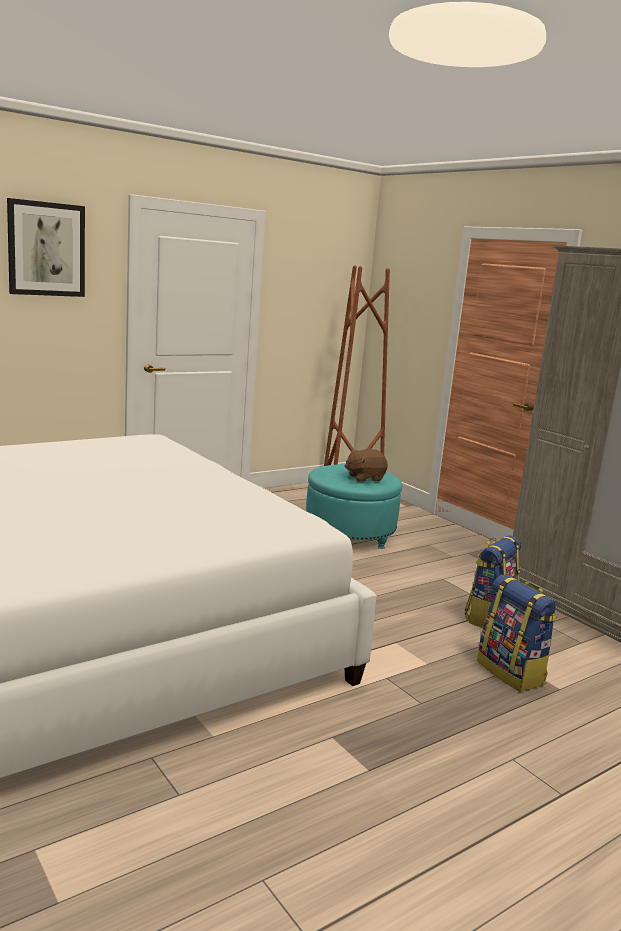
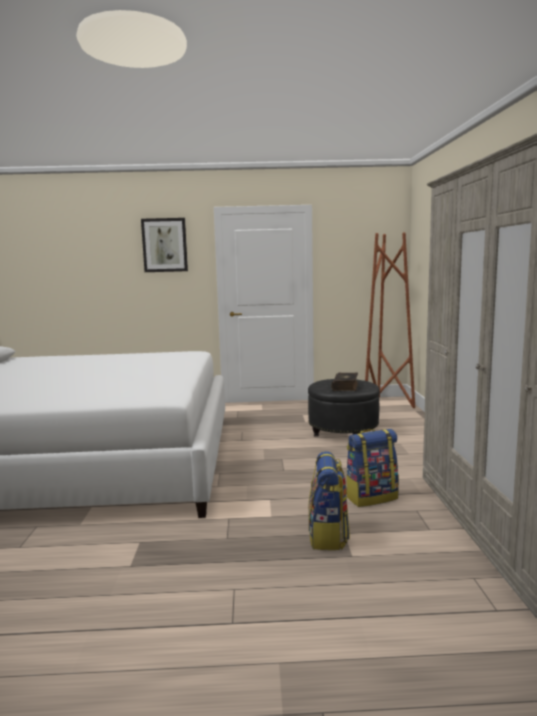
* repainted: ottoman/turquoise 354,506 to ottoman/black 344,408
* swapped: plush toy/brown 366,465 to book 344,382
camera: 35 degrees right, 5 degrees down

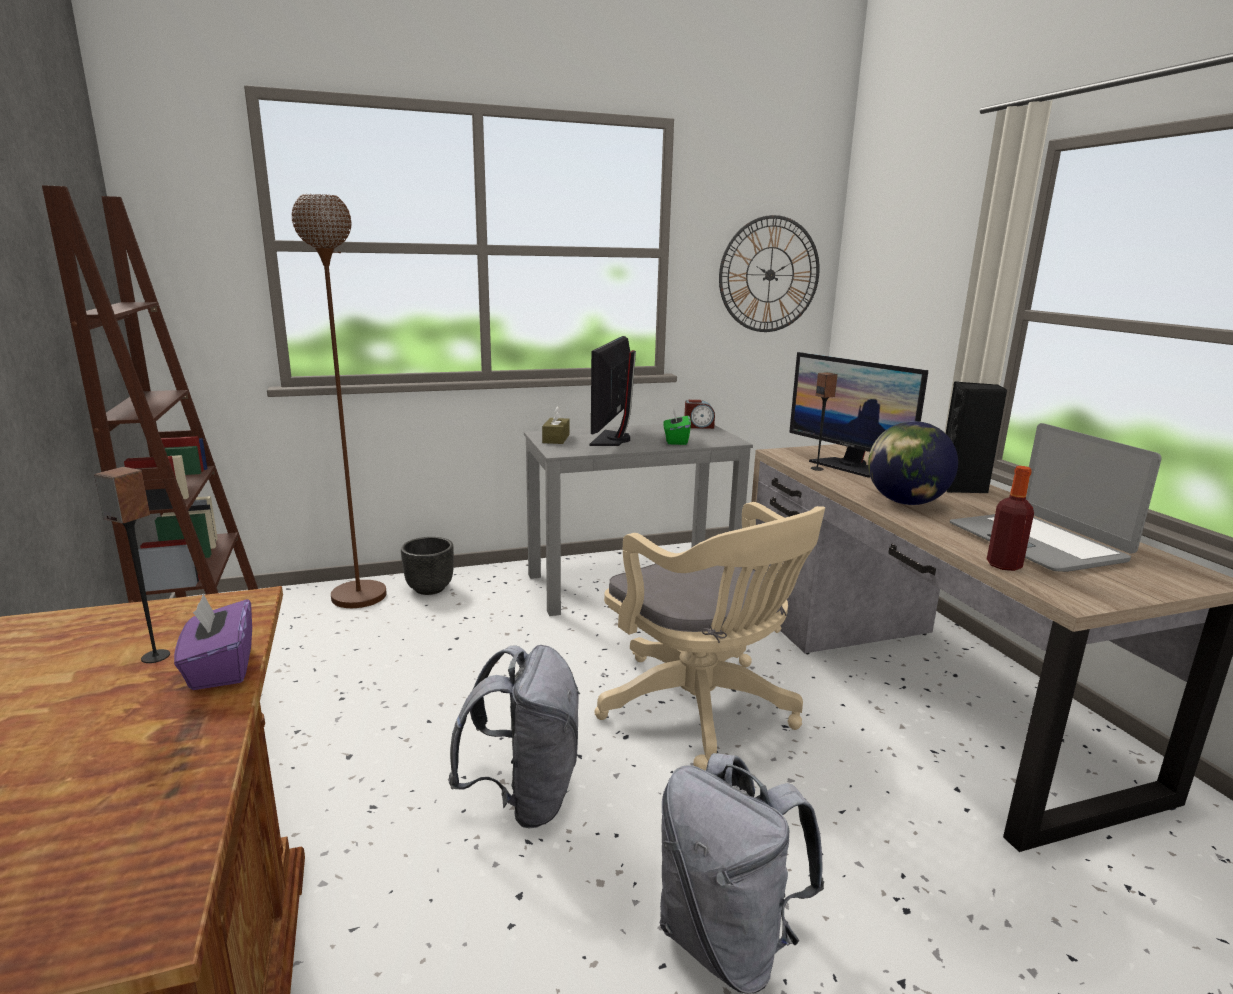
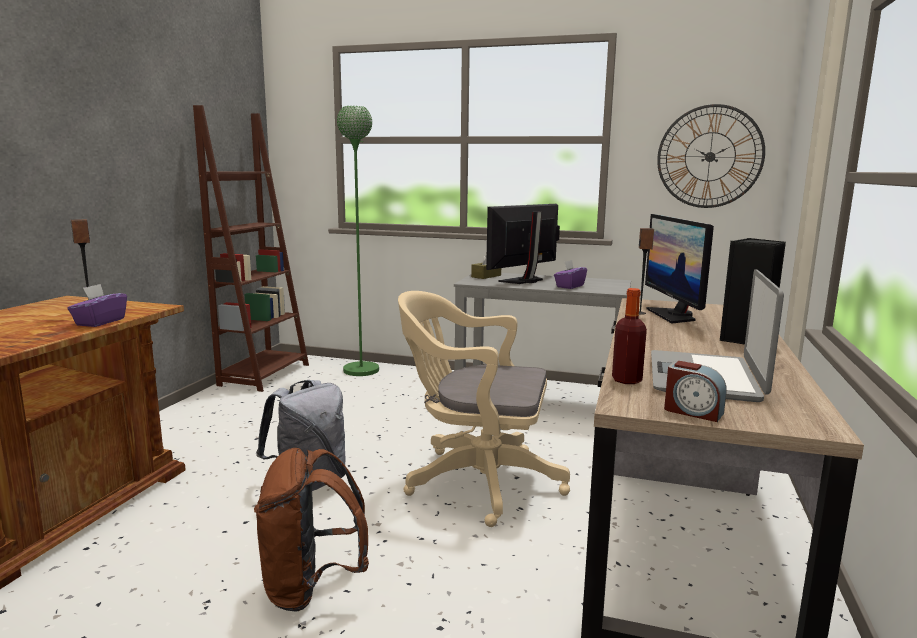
* repainted: floor lamp/brown 339,401 to floor lamp/green 358,241
* gone: planter/black 427,566
* rotated: office chair/beige 709,636 = 484,409 105 degrees clockwise
* repainted: backpack/grey 742,873 to backpack/brown 311,530
* repainted: tissue box/green 677,427 to tissue box/purple 570,274
* shifted: alarm clock 699,414 to 695,391
* gone: globe 913,463
camera: 35 degrees right, 5 degrees down

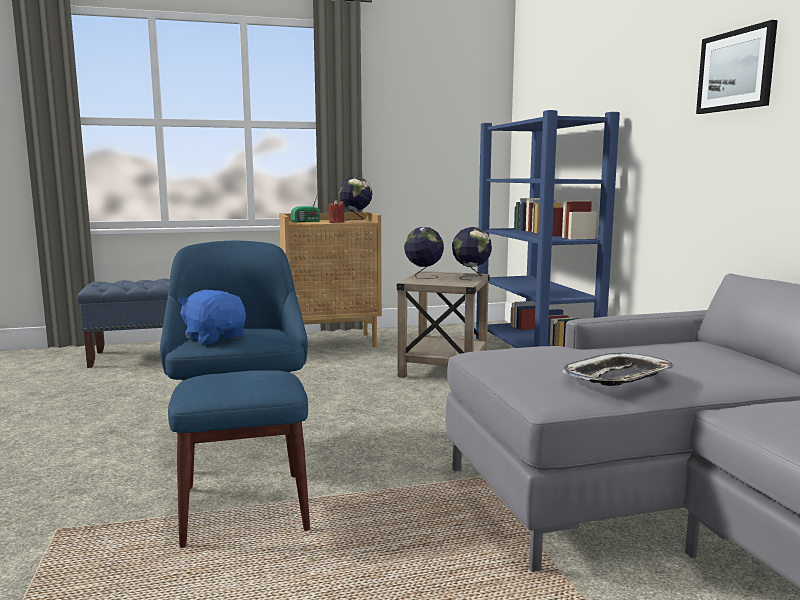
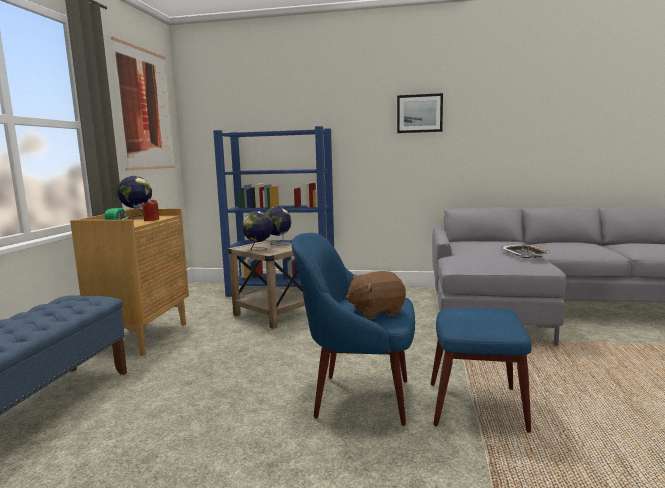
* repainted: plush toy/blue 211,317 to plush toy/brown 375,295
* new: picture 143,104
camera: 65 degrees left, 0 degrees up

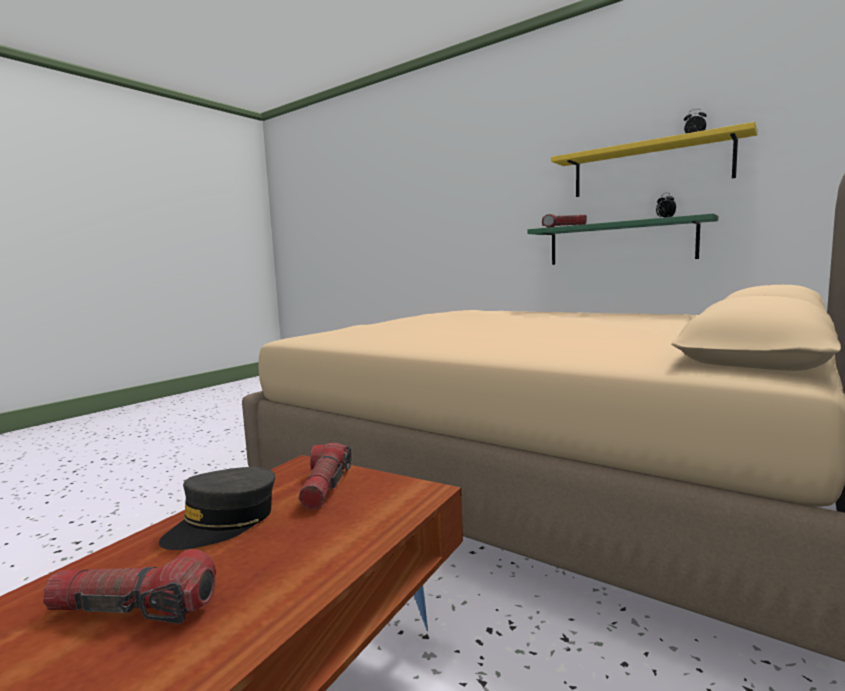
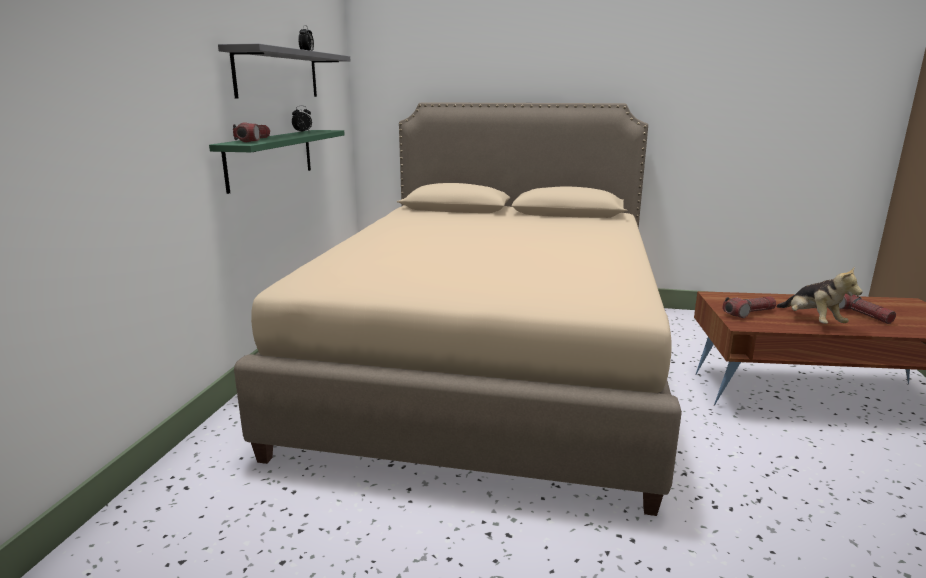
* swapped: cap/grey 217,508 to plush toy 819,295
* repainted: shelf/yellow 654,159 to shelf/grey 284,71
camera: 115 degrees left, 10 degrees up

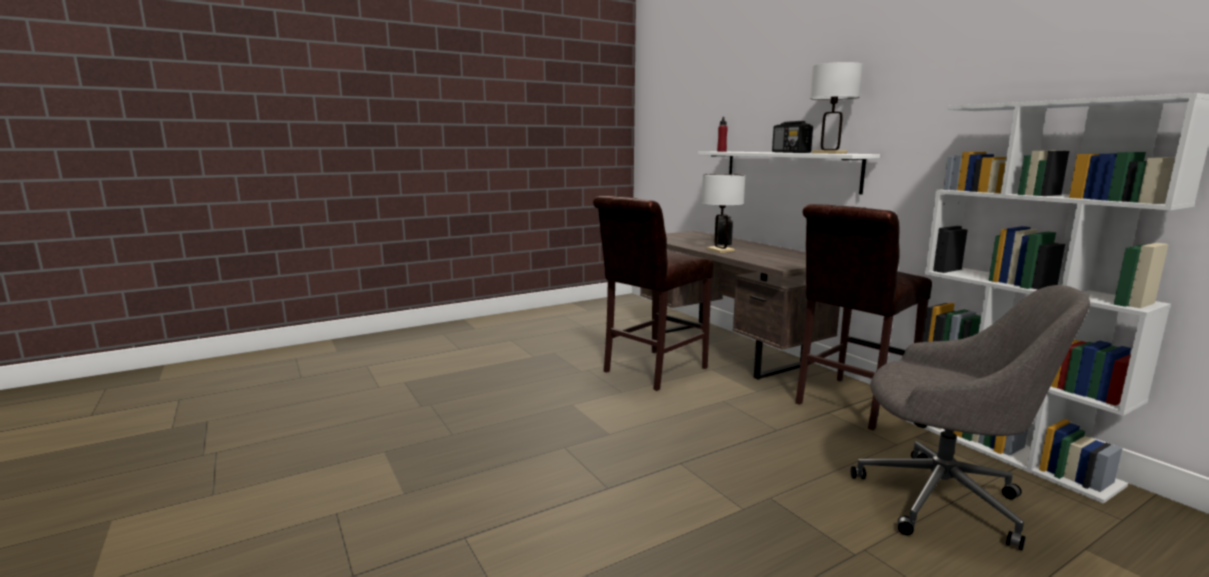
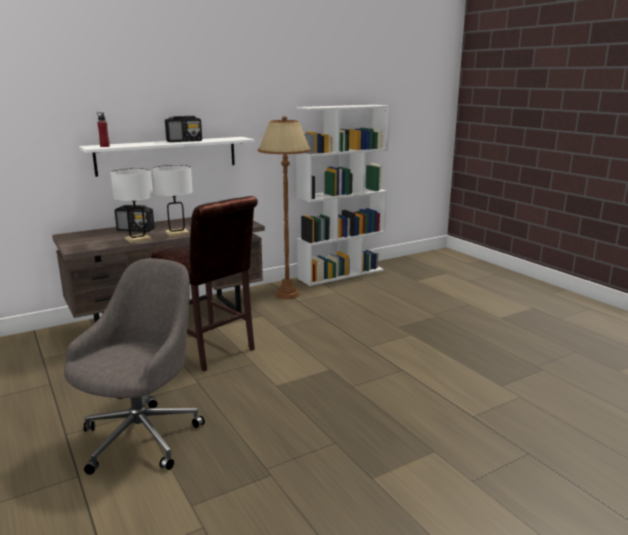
* swapped: stool/brown 863,317 to floor lamp/brown 284,207
* shifted: table lamp/white 836,108 to 131,205
* shifted: office chair/grey 970,418 to 134,366
camera: 90 degrees left, 5 degrees up

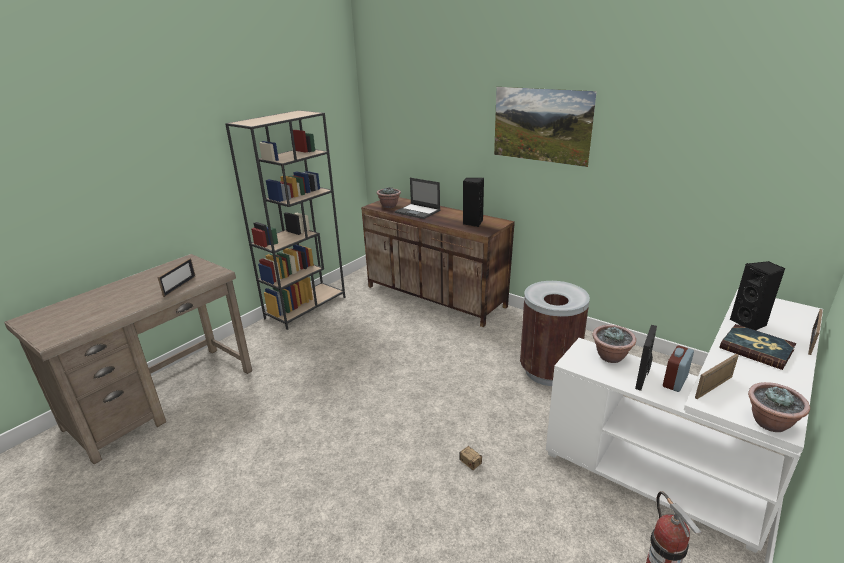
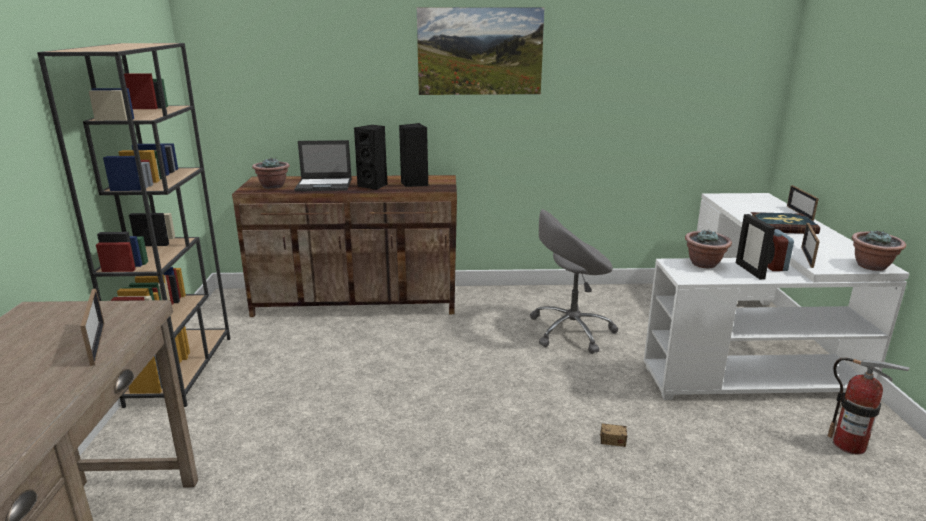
* swapped: trash can/brown 555,333 to office chair/grey 574,281
* shifted: speaker/black 757,295 to 371,157
camera: 40 degrees left, 5 degrees down

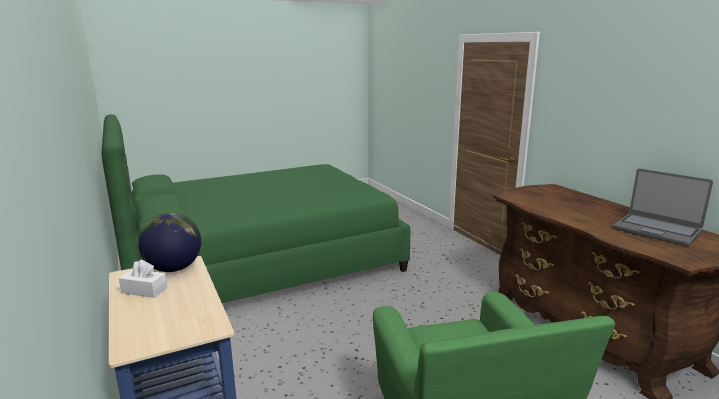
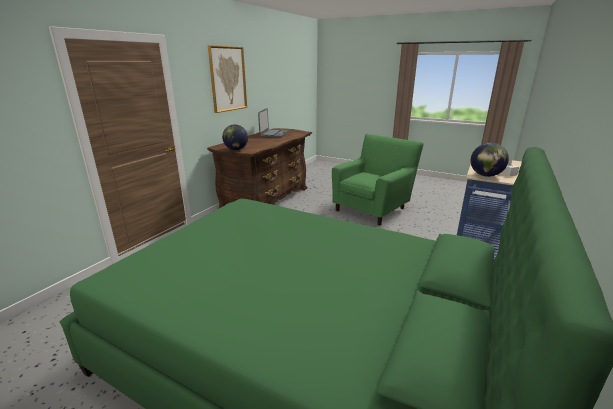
* new: picture 227,79
* new: globe 235,137
camera: 125 degrees left, 5 degrees up

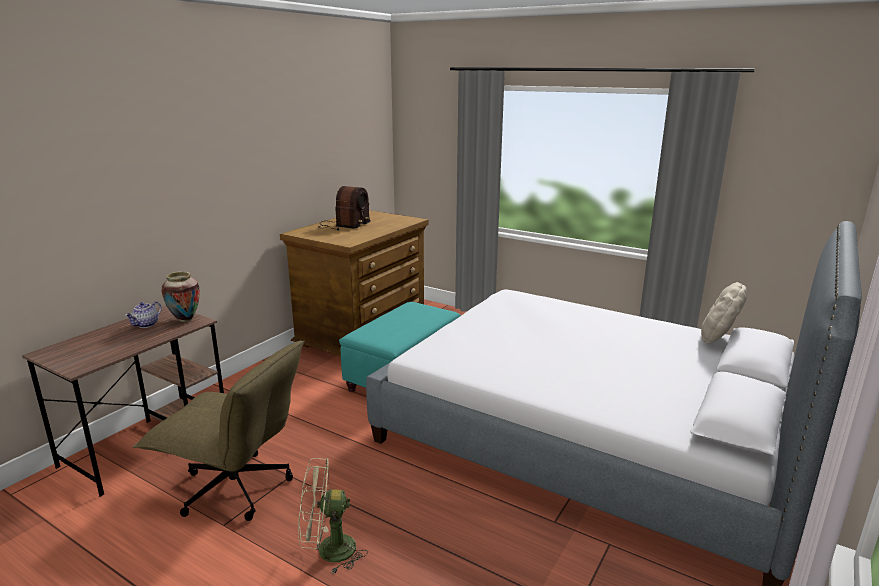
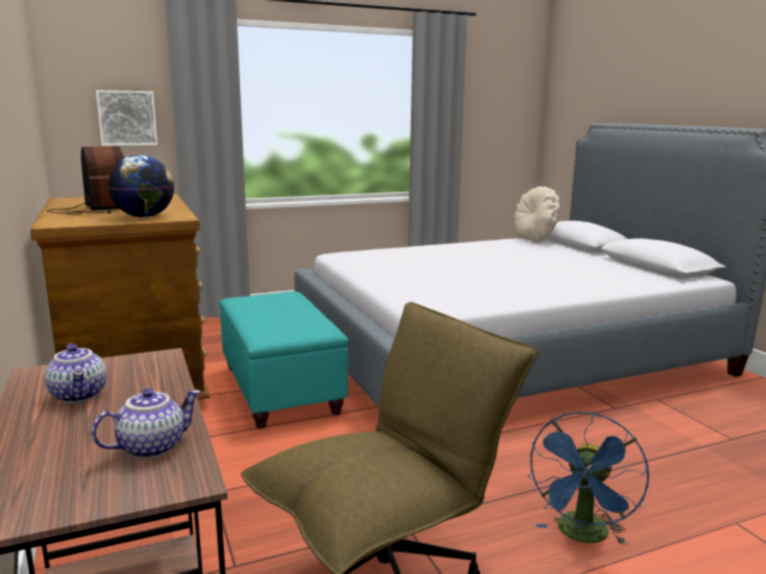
* gone: vase 181,297
* repainted: fan/beige 333,516 to fan/blue 588,478
* new: teapot 146,423
* new: picture 127,118
* new: globe 141,186
camera: 55 degrees left, 5 degrees down

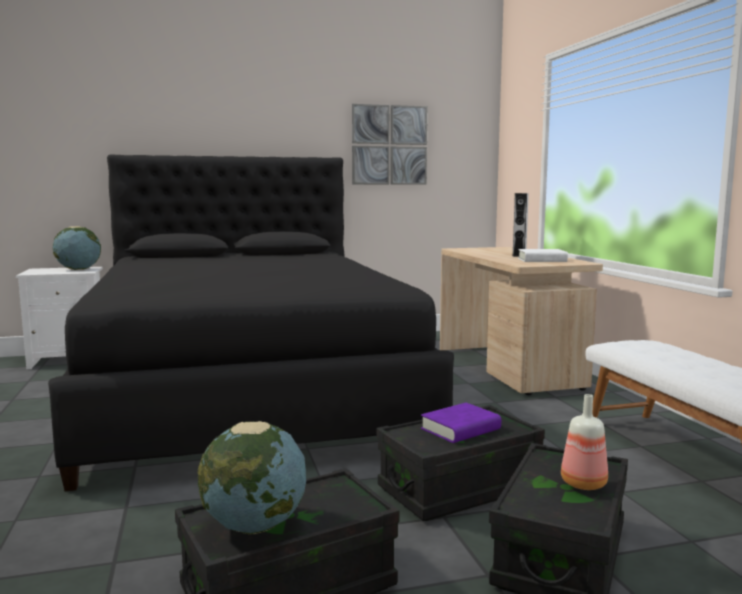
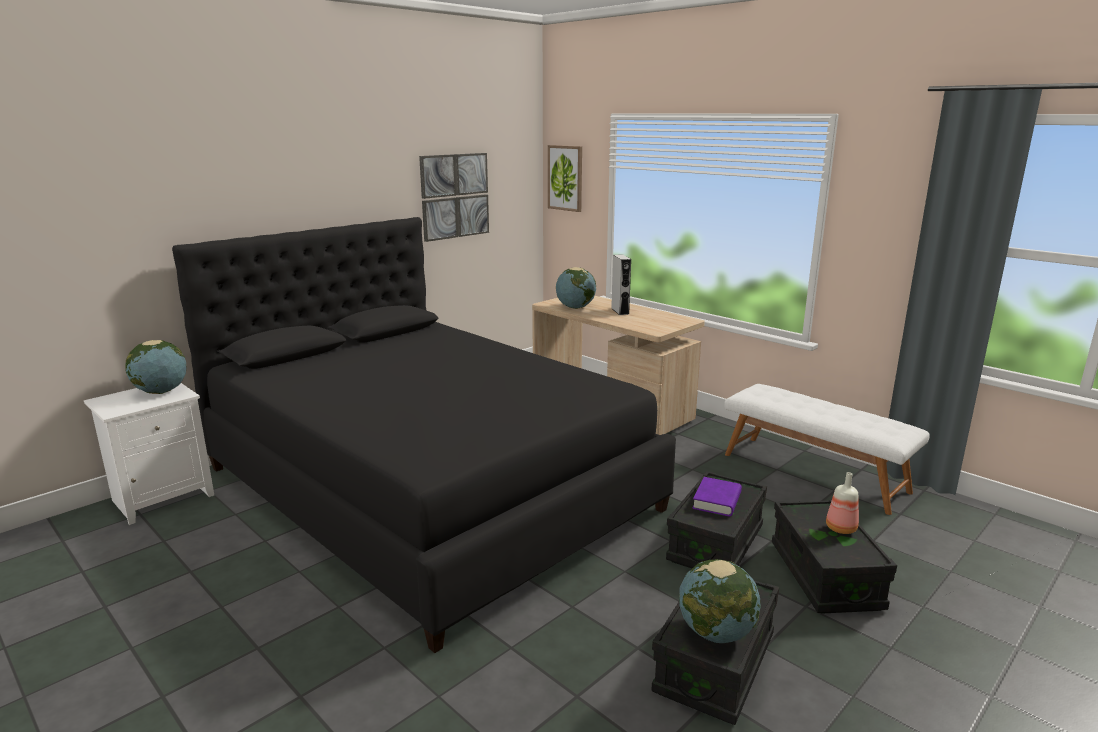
* gone: book/white 543,255
* new: picture 565,178
* new: globe 576,288
camera: 30 degrees left, 10 degrees up

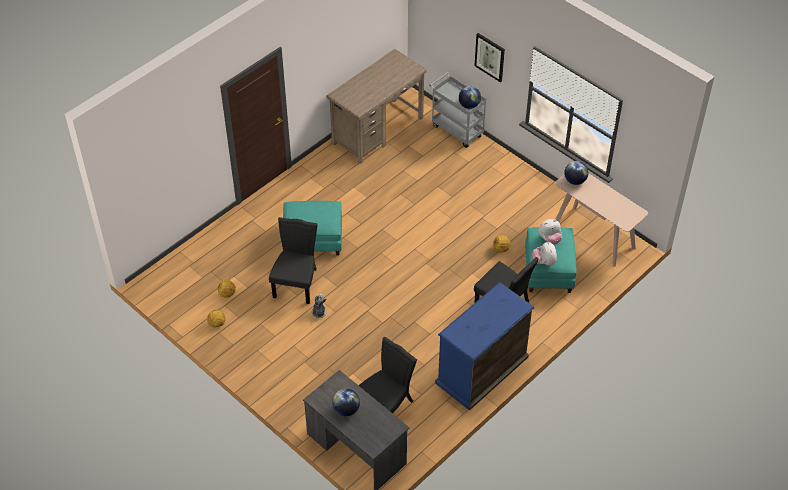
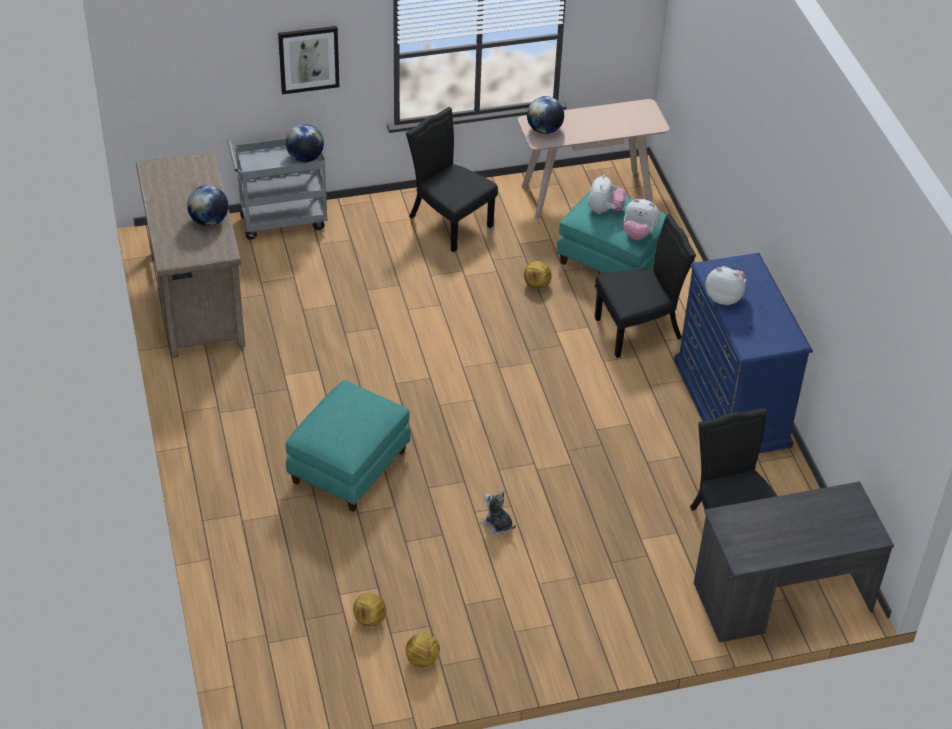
* shifted: chair/black 293,260 to 452,179
* shifted: globe 346,402 to 207,205
* new: plush toy 726,285
camera: 60 degrees left, 5 degrees down

